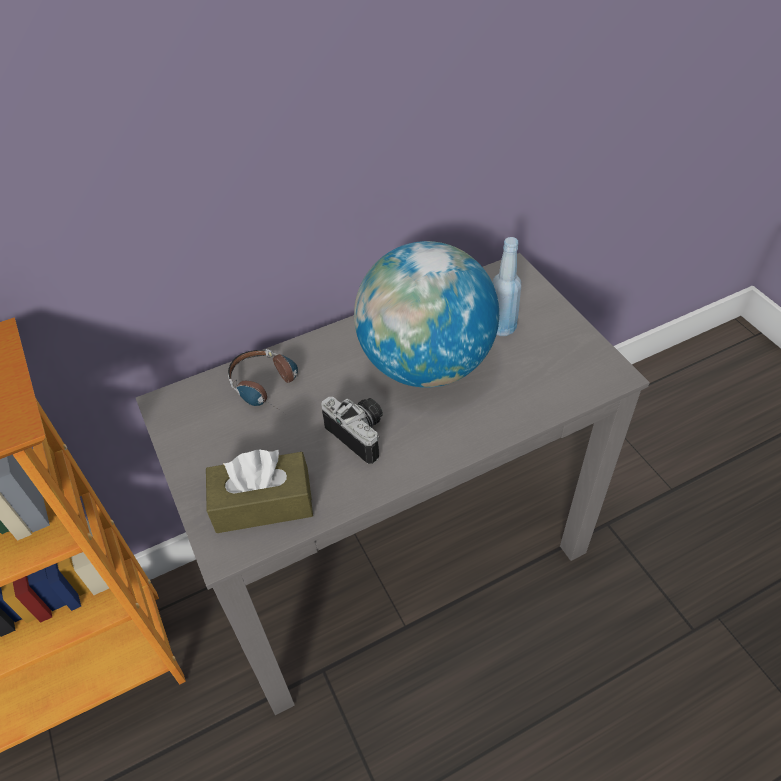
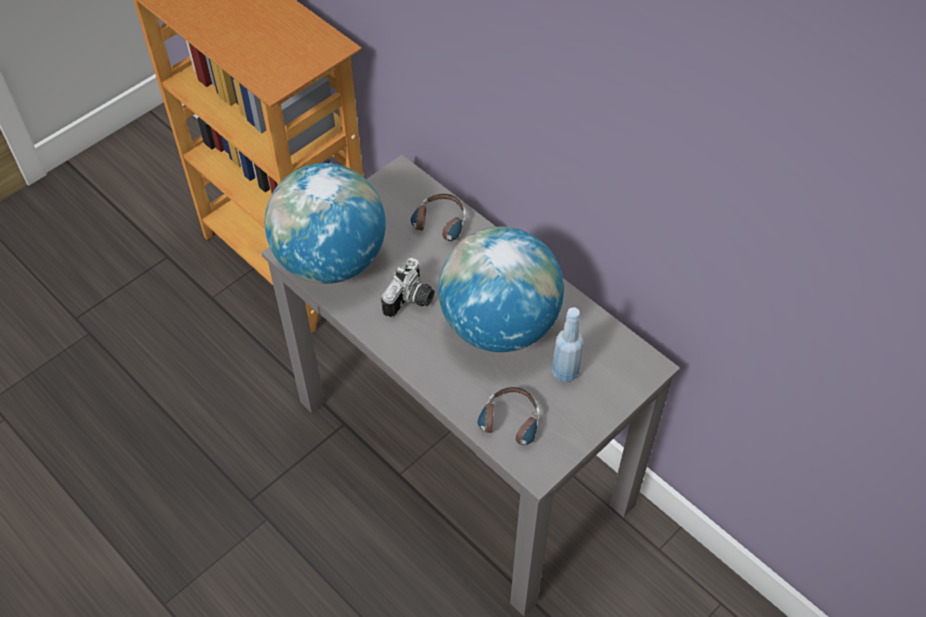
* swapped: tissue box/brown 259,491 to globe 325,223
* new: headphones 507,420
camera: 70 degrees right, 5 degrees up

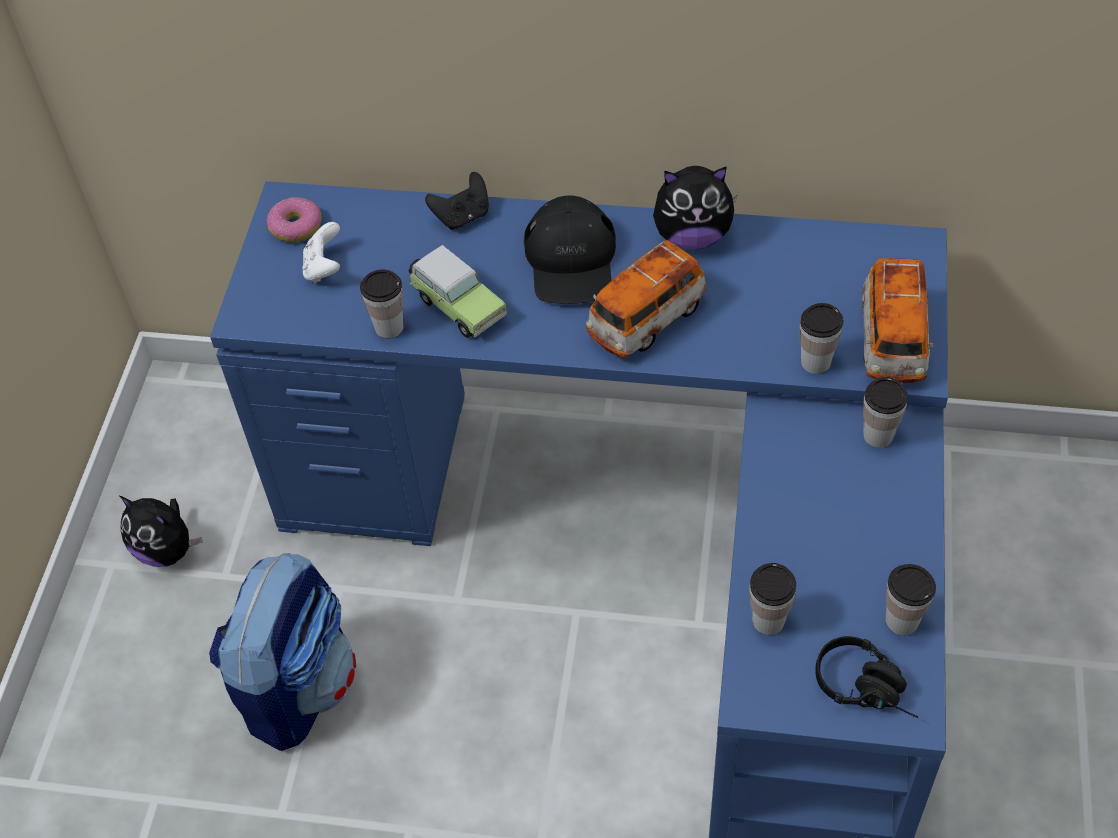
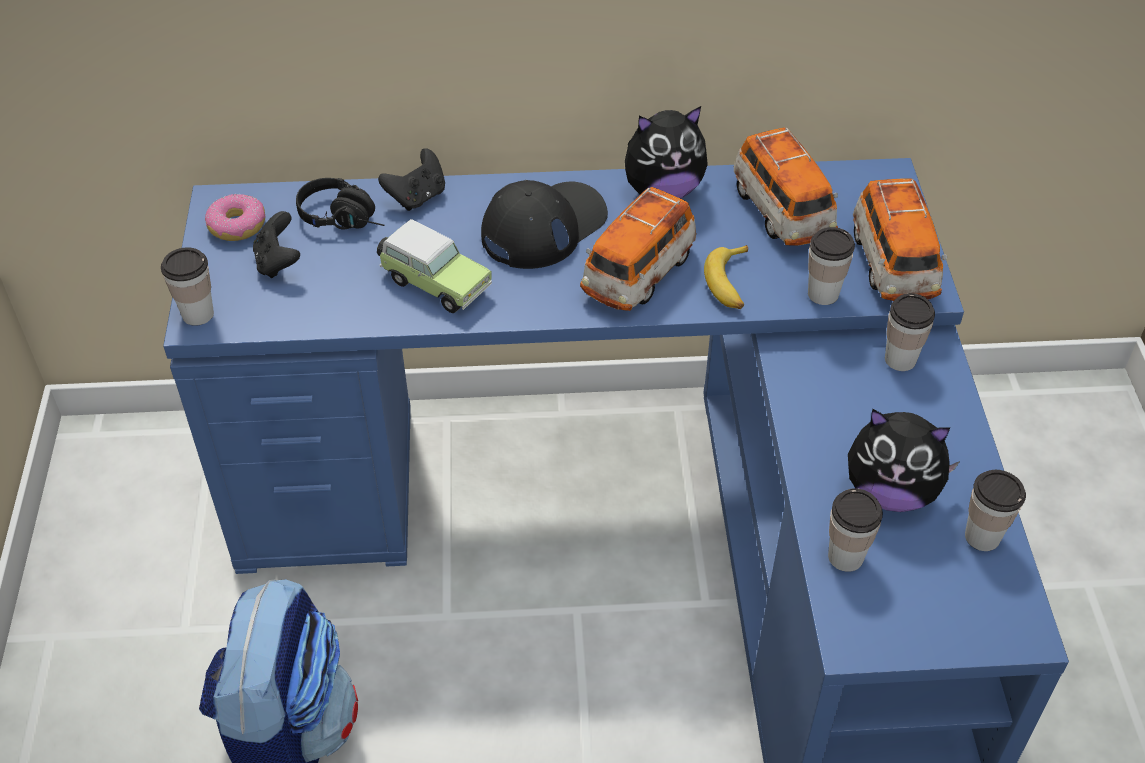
* shifted: plush toy 161,531 to 904,460
* repainted: game controller/white 321,252 to game controller/black 276,244
* shifted: cup 381,303 to 187,286
* rotated: cap/black 570,249 = 544,224 120 degrees counterclockwise
* shifted: headphones/black 866,677 to 340,203
* new: banana 726,277
* new: toy car 785,186
camera: 15 degrees left, 5 degrees down

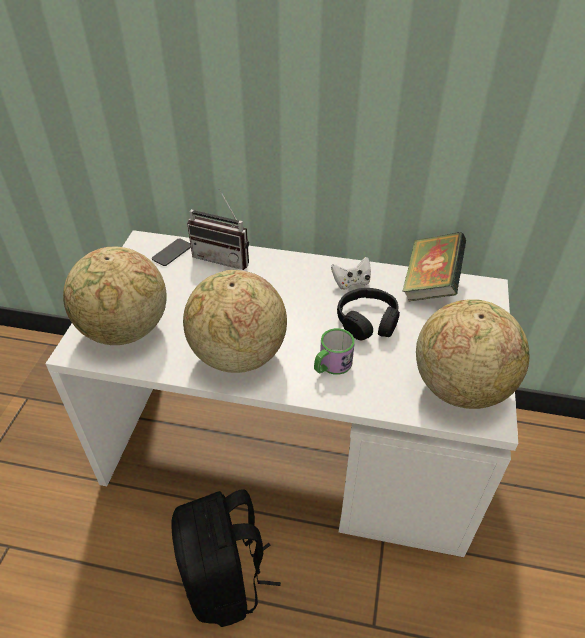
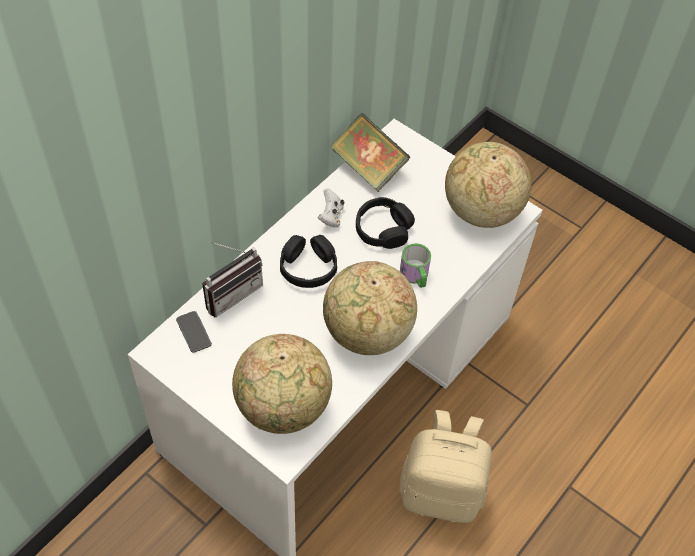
* repainted: backpack/black 226,558 to backpack/beige 446,466
* new: headphones/black 308,261
camera: 65 degrees left, 10 degrees up

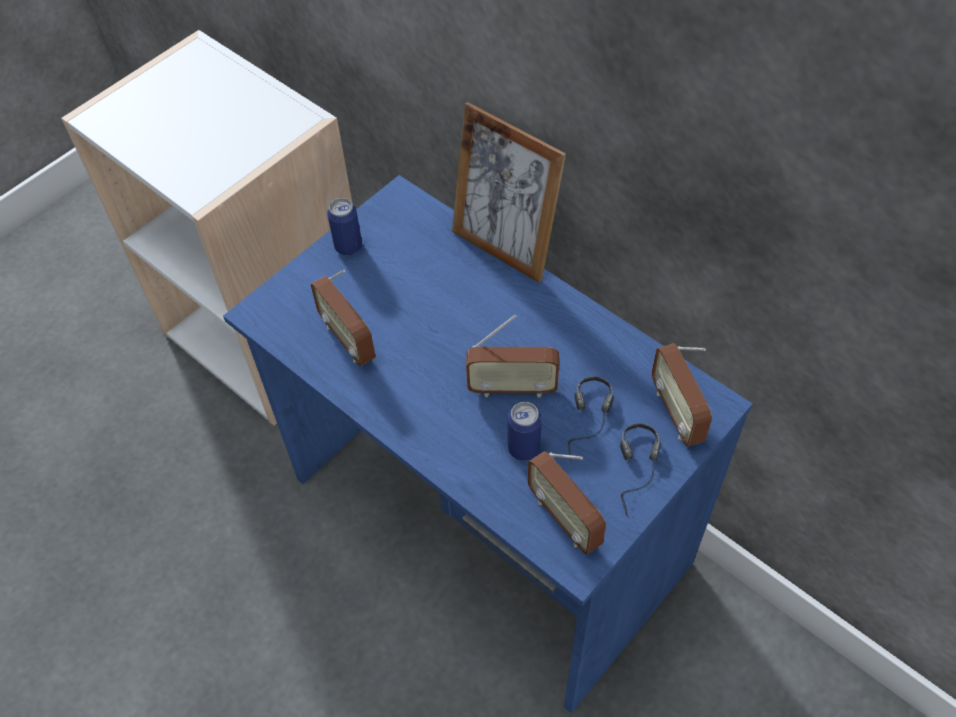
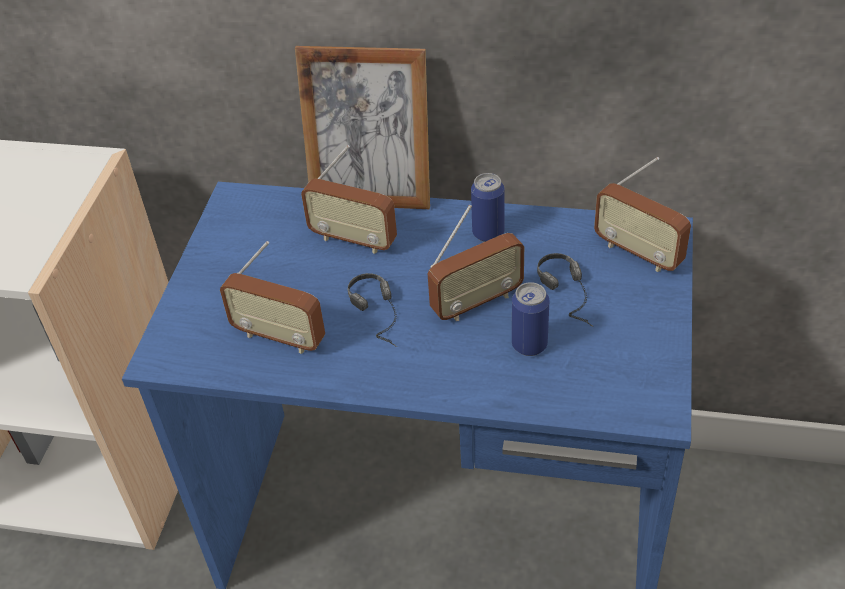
* shifted: can 344,227 to 488,207
* shifted: radio 567,503 to 349,199
* shifted: headphones 640,471 to 372,310
camera: 30 degrees left, 10 degrees down

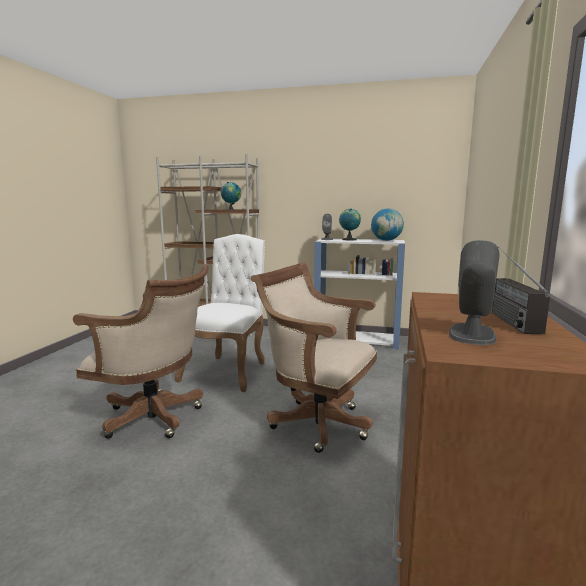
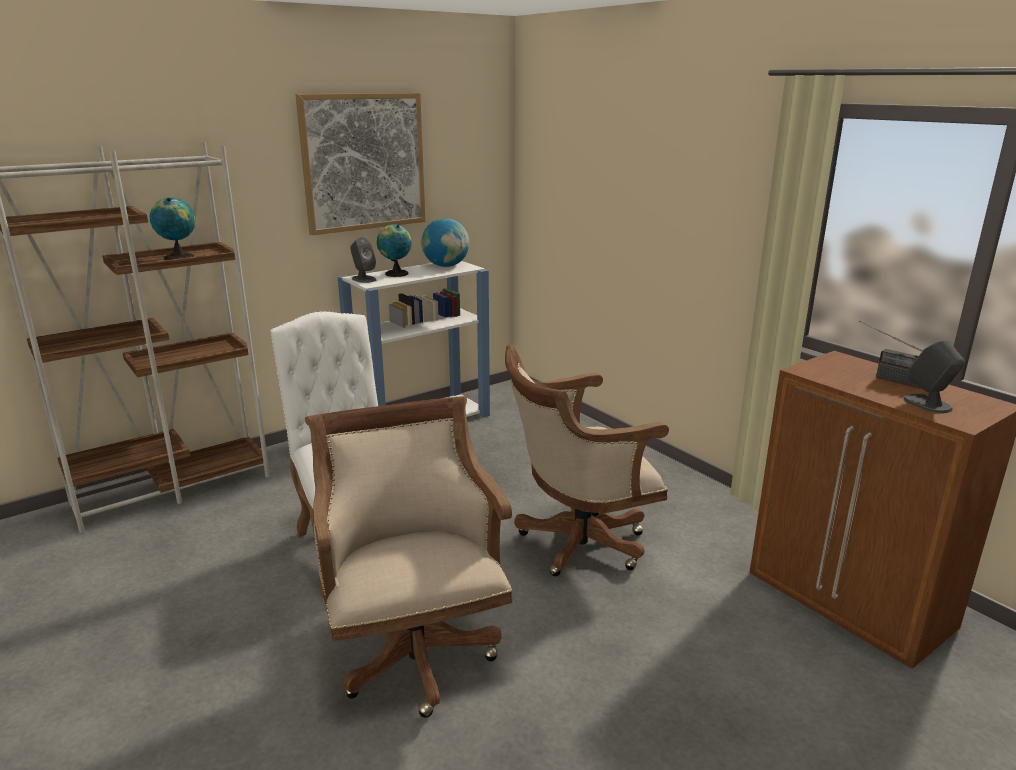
* rotated: office chair 141,351 = 408,557 75 degrees counterclockwise
* new: picture 360,164
camera: 50 degrees left, 10 degrees up

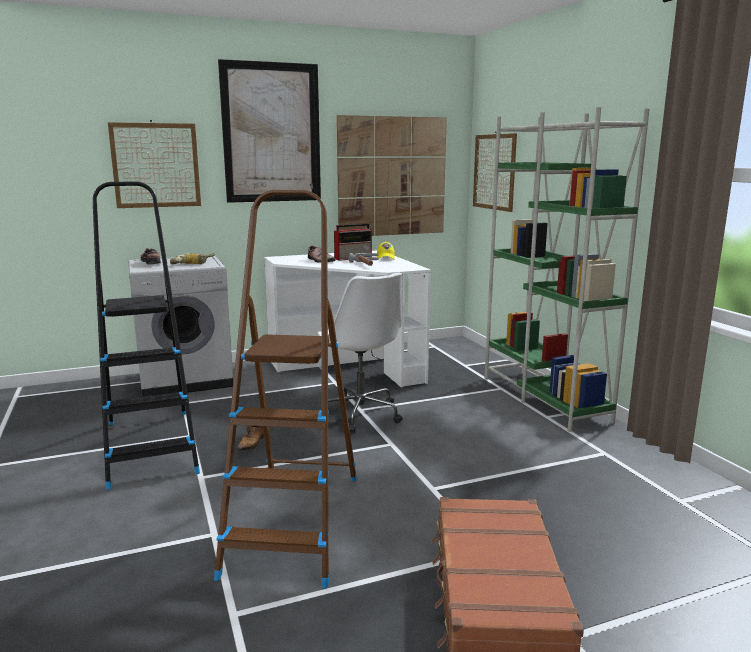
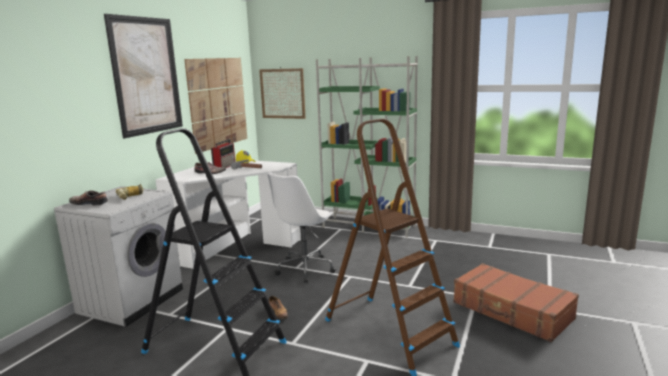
* gone: picture 154,164
* rotated: office chair/white 360,353 = 301,227 105 degrees clockwise
camera: 45 degrees left, 0 degrees up

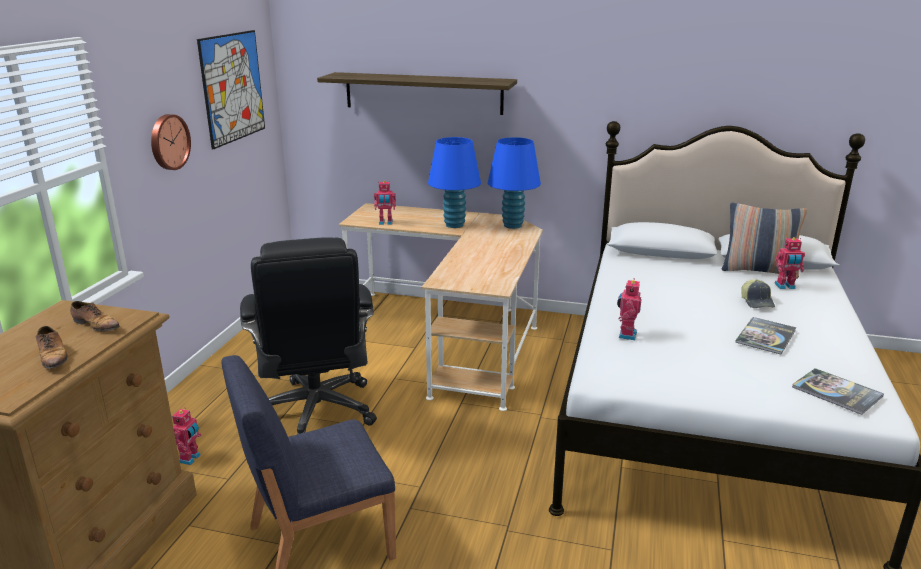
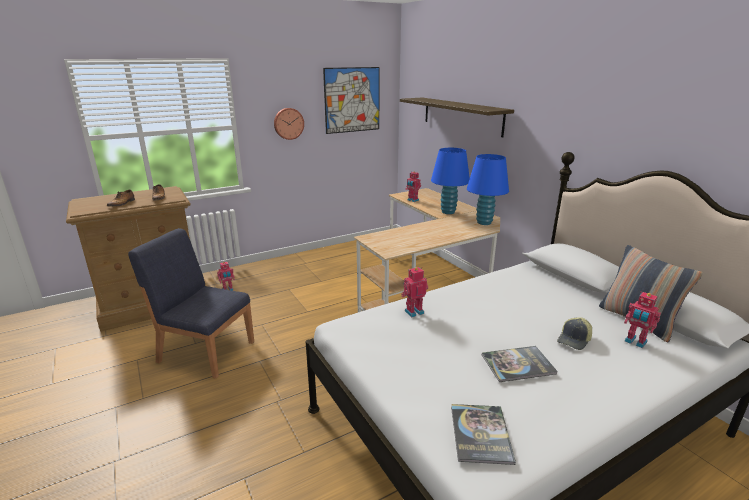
* gone: office chair/black 308,335
camera: 45 degrees right, 0 degrees up

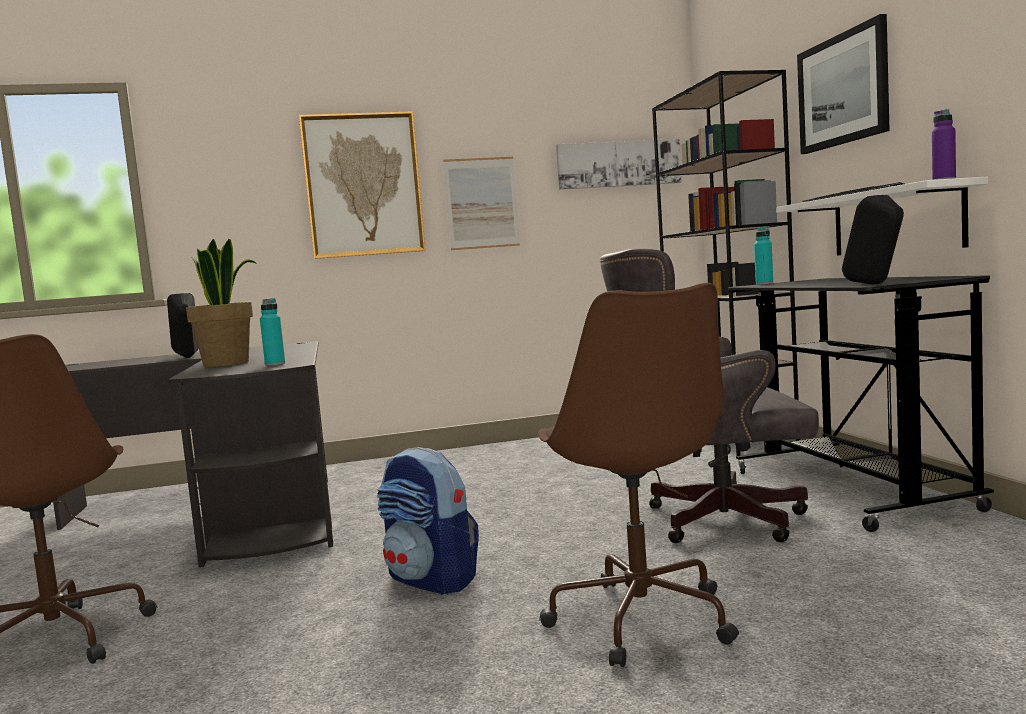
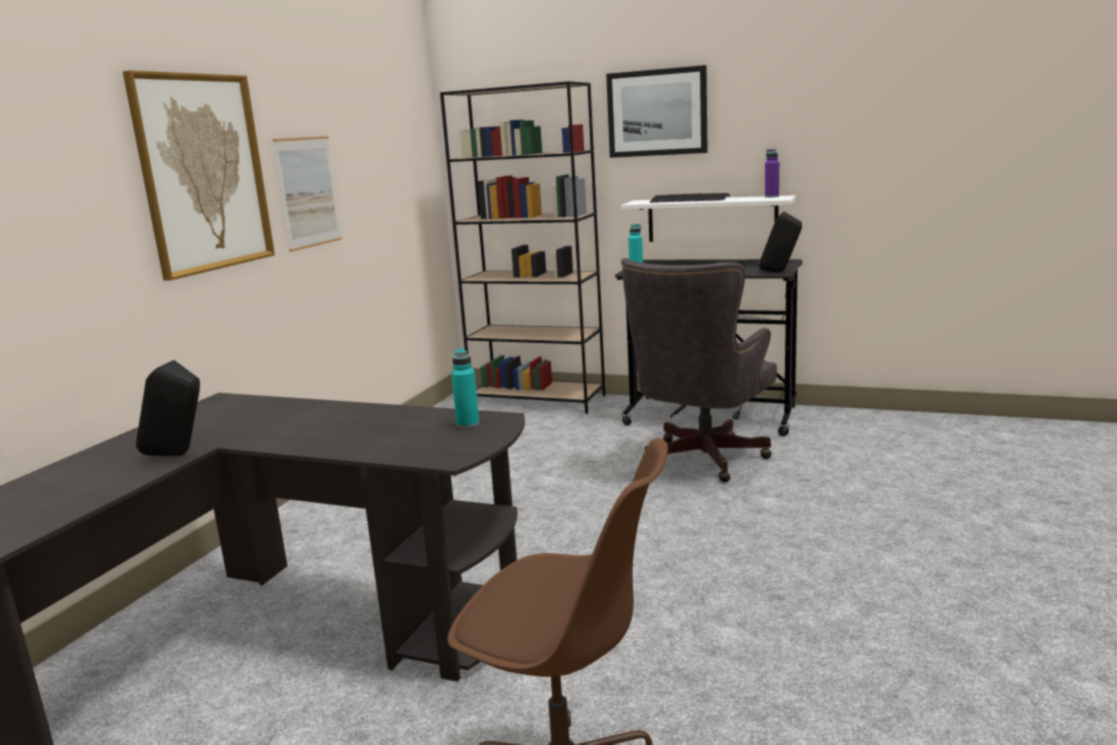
* gone: potted plant 221,303
* gone: backpack 428,521
* gone: office chair/brown 638,475
* gone: picture 619,164
camera: 55 degrees left, 10 degrees up

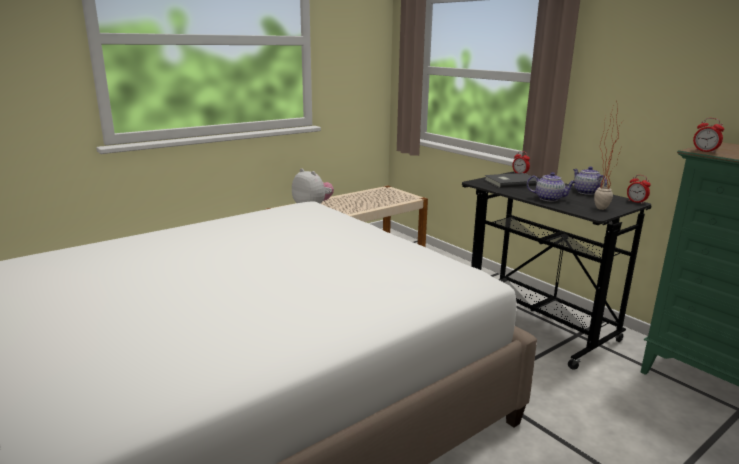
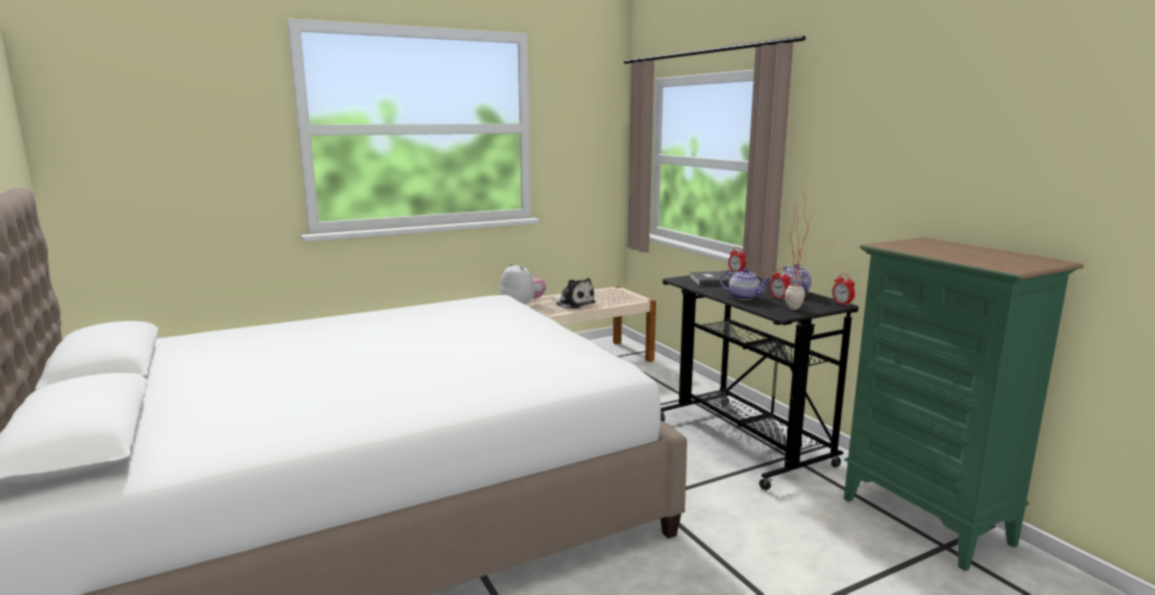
* shifted: alarm clock 708,135 to 780,284
* new: plush toy 574,293
camera: 10 degrees right, 5 degrees down

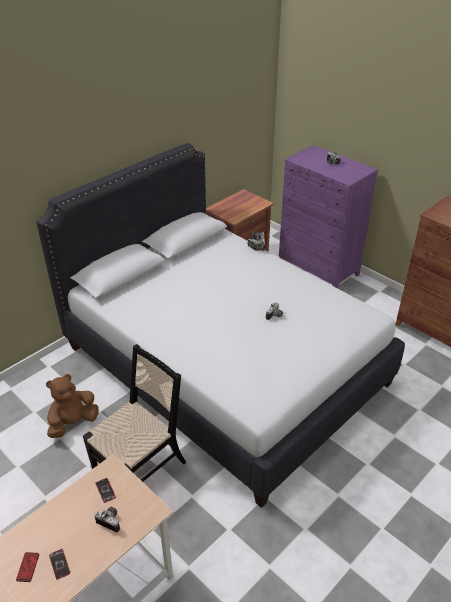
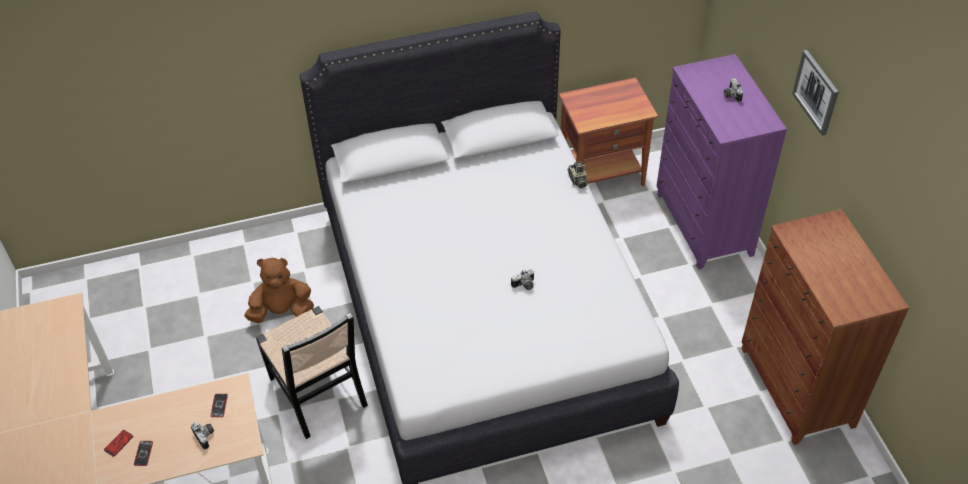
* rotated: chair 134,413 = 312,372 75 degrees clockwise
* new: picture 815,93
camera: 30 degrees right, 10 degrees up

